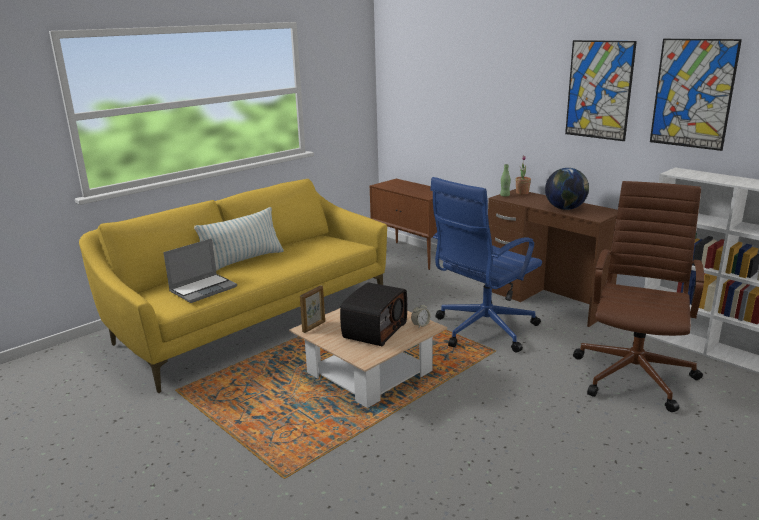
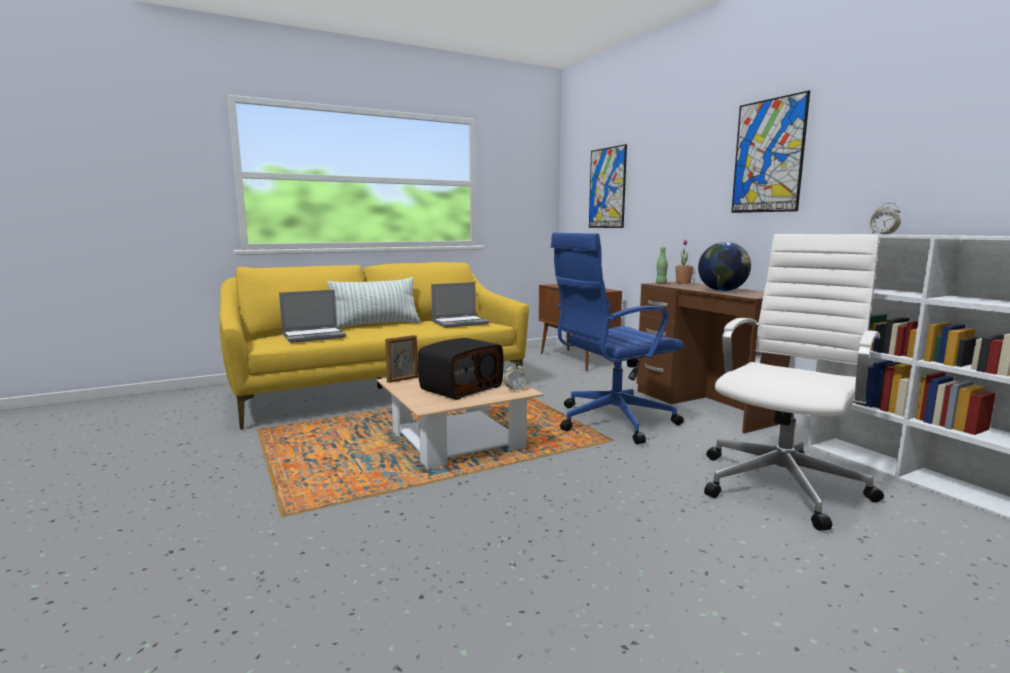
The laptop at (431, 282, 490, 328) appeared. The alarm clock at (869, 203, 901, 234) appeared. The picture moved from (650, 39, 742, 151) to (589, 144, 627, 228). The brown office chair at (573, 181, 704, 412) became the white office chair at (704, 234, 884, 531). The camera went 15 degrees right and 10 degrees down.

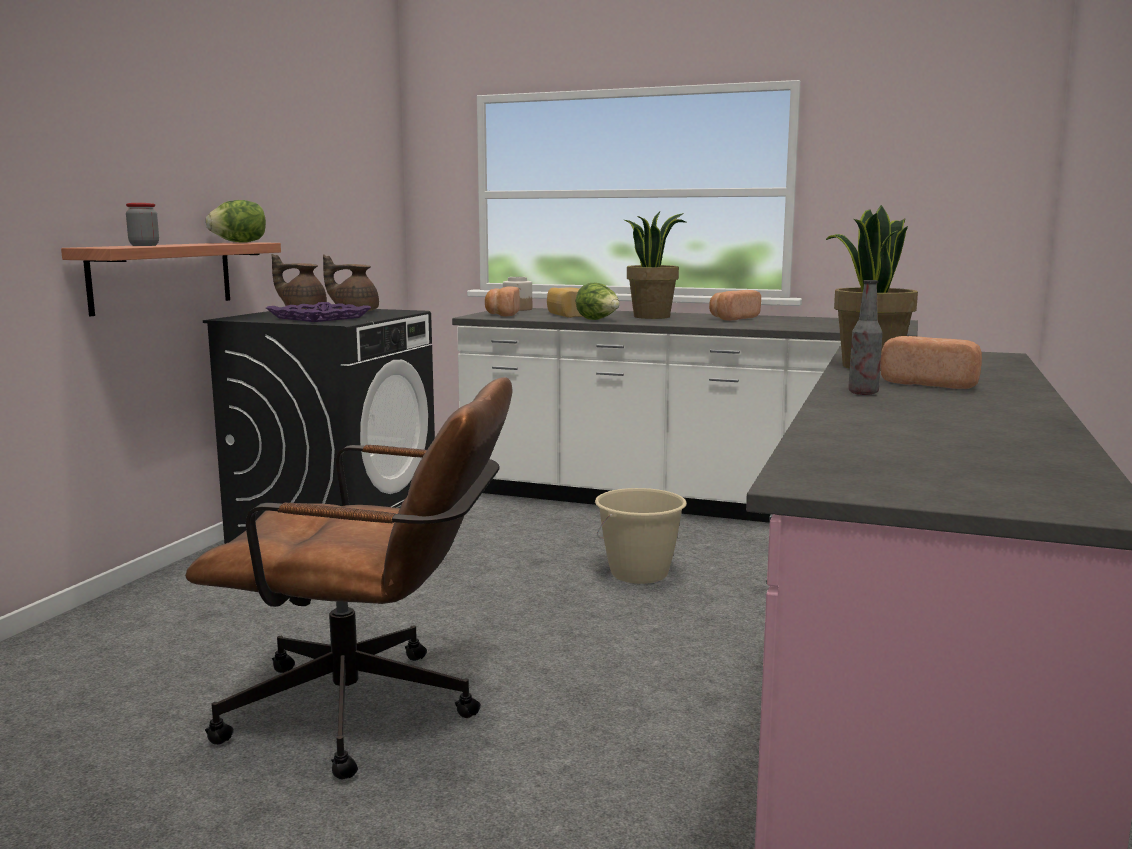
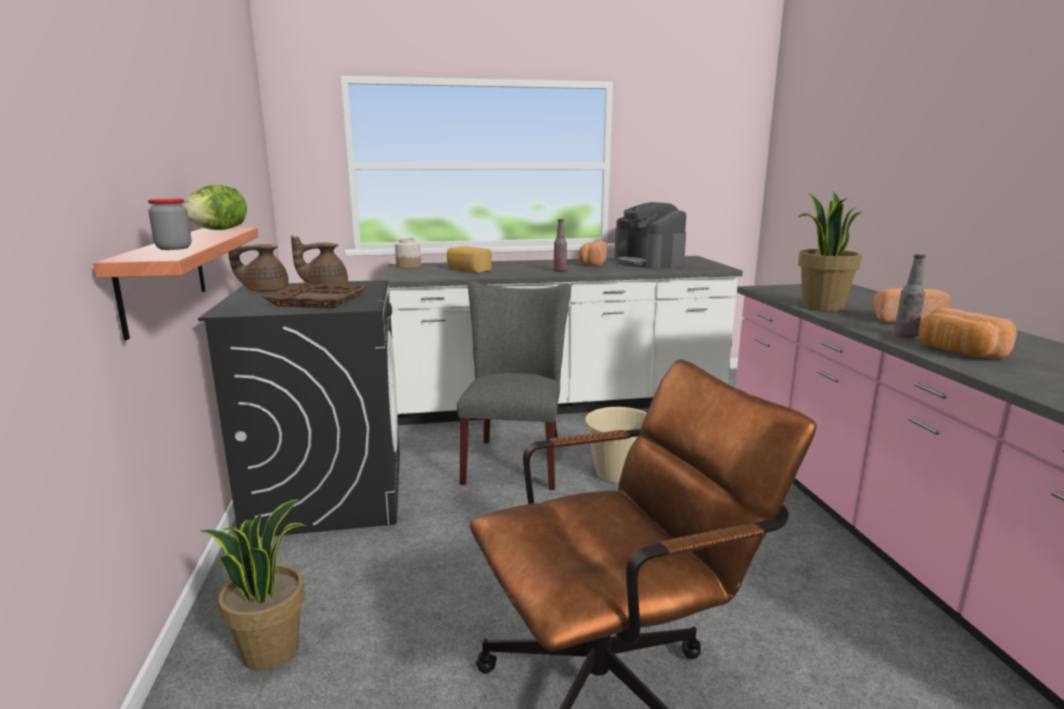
The lettuce at (576, 283, 620, 320) disappeared. The grey chair at (457, 281, 571, 490) appeared. The bottle at (554, 219, 567, 272) appeared. The coffee machine at (614, 202, 686, 269) appeared. The bread moved from (485, 286, 520, 317) to (919, 308, 1017, 359). The potted plant moved from (624, 210, 686, 319) to (200, 499, 306, 671). The purple tray at (266, 302, 372, 322) became the brown tray at (263, 283, 367, 308). The camera went 30 degrees left and 5 degrees up.

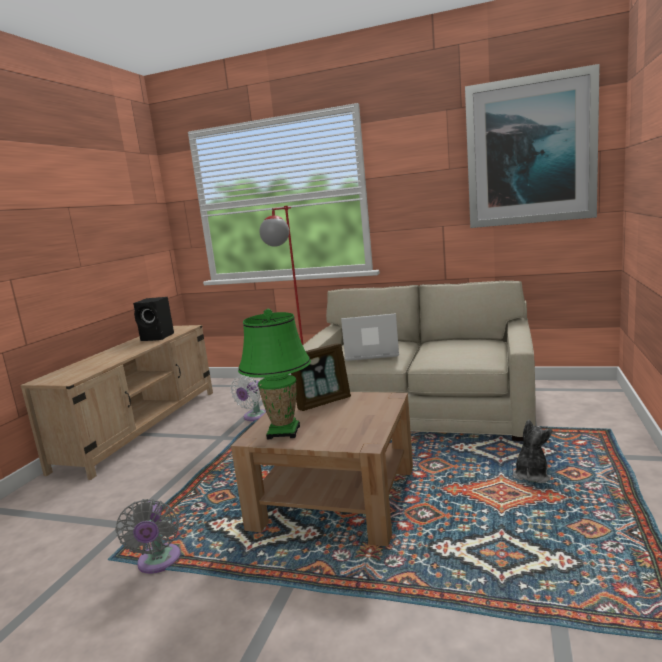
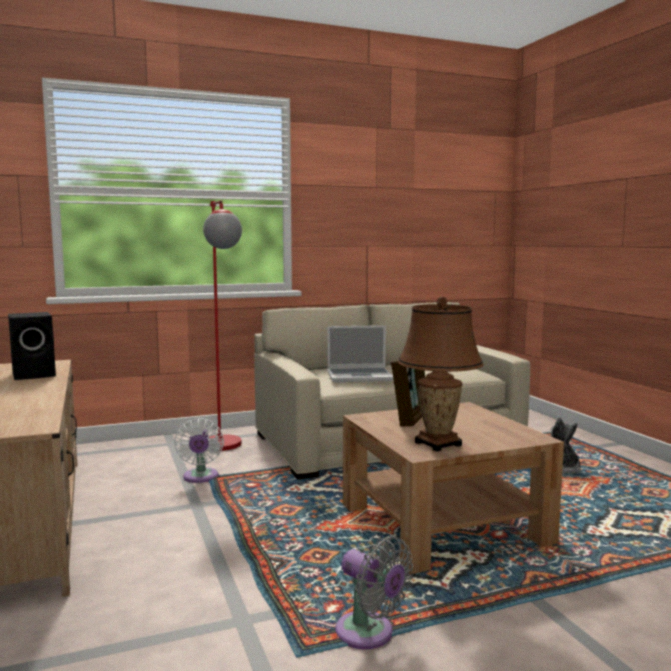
The picture at (465, 64, 600, 228) disappeared. The green table lamp at (238, 309, 311, 439) became the brown table lamp at (398, 296, 483, 452). The laptop at (341, 313, 399, 361) turned 150 degrees counterclockwise. The camera went 40 degrees left and 5 degrees down.

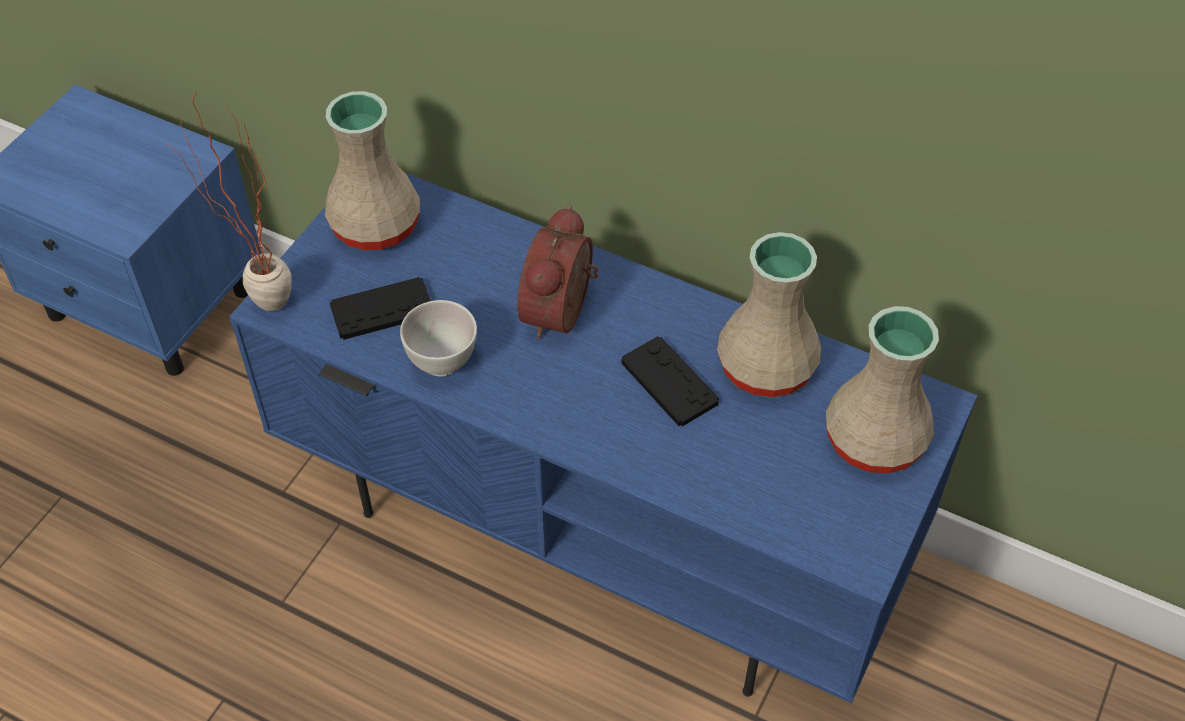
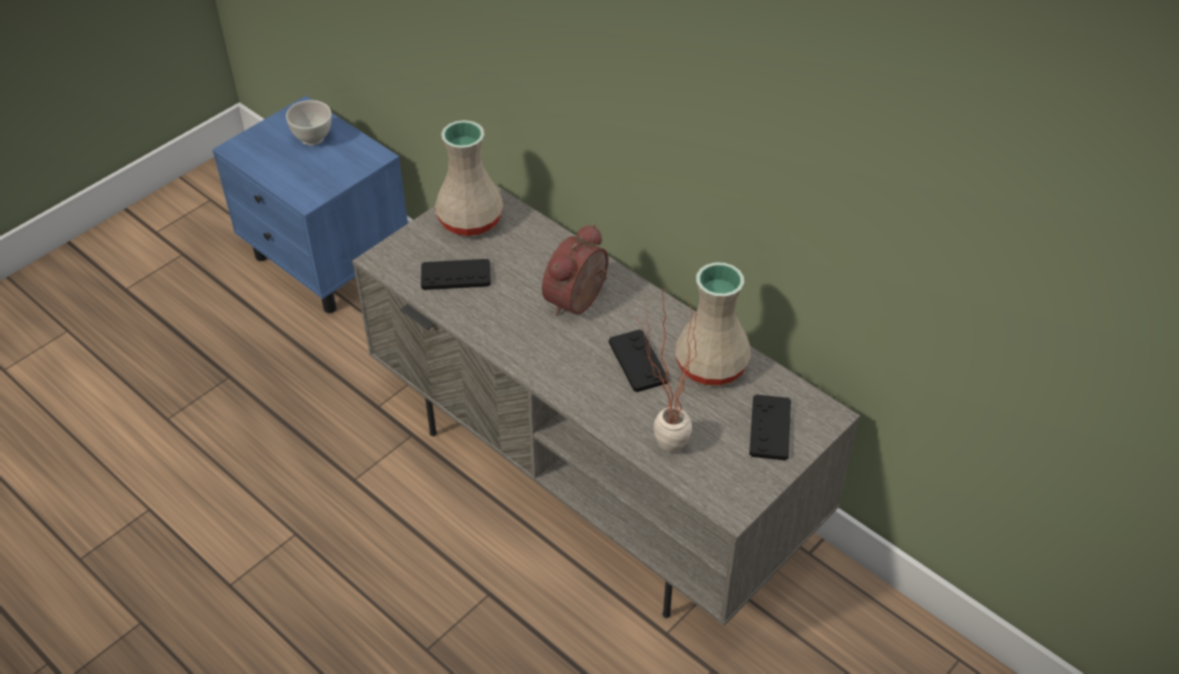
The potted plant moved from (166, 91, 292, 311) to (637, 285, 697, 452). The white bowl moved from (400, 300, 477, 377) to (286, 100, 332, 146). The beige vase at (826, 306, 939, 473) was replaced by the black game controller at (749, 394, 791, 460). The blue tv stand at (229, 172, 978, 703) became the grey tv stand at (352, 185, 860, 626). The camera went 15 degrees right and 5 degrees down.

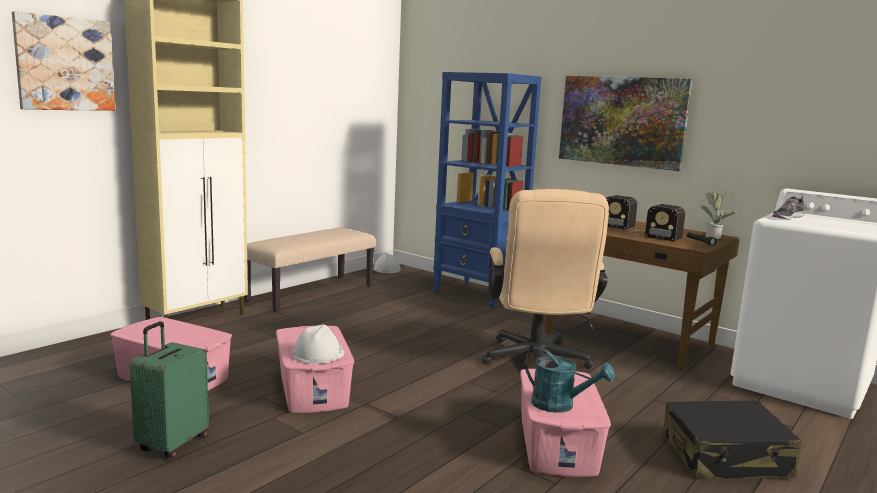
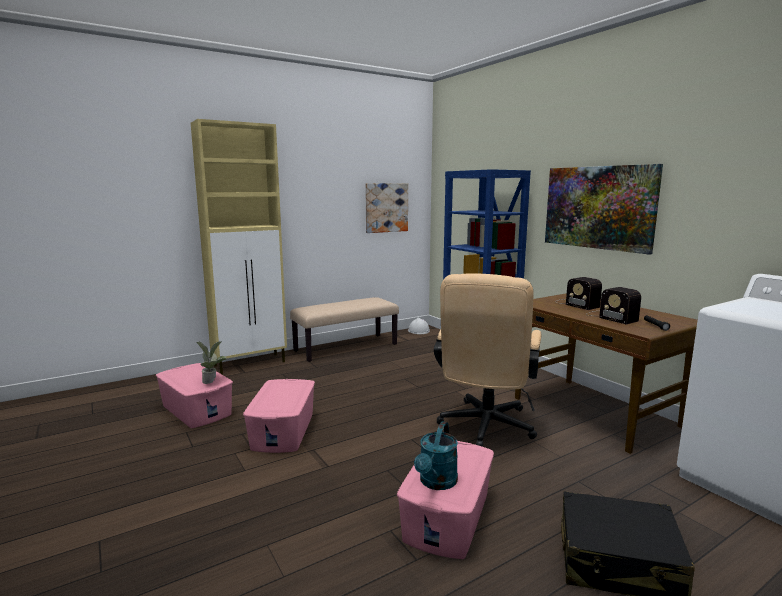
The green suitcase at (129, 321, 209, 458) disappeared. The white hard hat at (293, 324, 345, 364) disappeared. The shoe at (772, 197, 804, 220) disappeared. The picture moved from (12, 11, 116, 111) to (365, 183, 408, 233). The potted plant moved from (700, 191, 738, 239) to (196, 341, 227, 384). The turquoise watering can at (524, 347, 615, 413) turned 60 degrees clockwise. The camera went 20 degrees right and 0 degrees up.

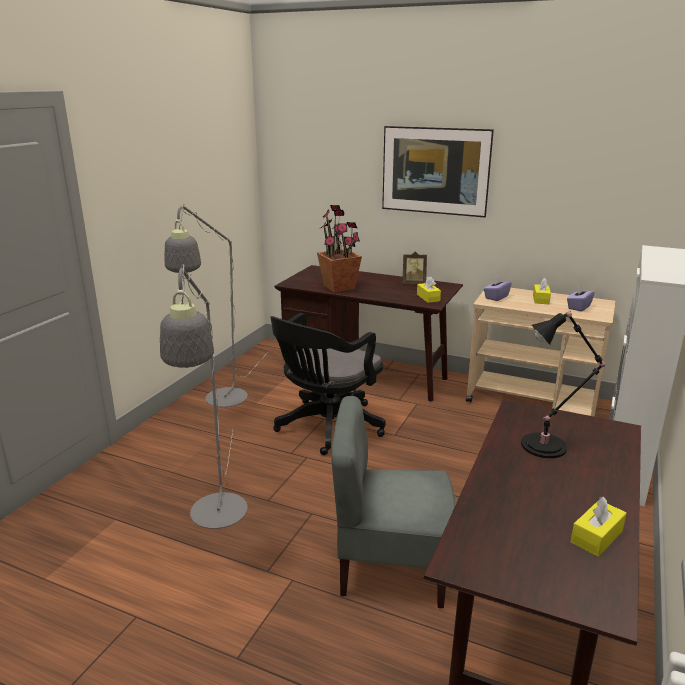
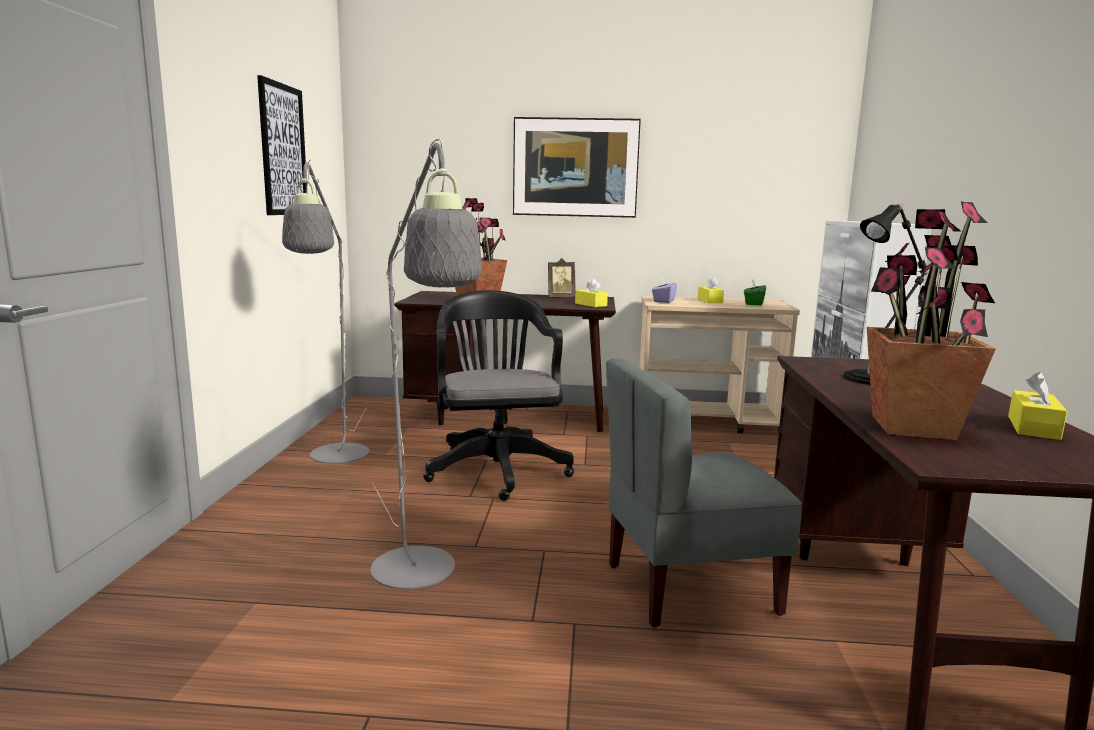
The picture at (257, 75, 307, 215) appeared. The potted plant at (867, 201, 996, 440) appeared. The purple tissue box at (567, 285, 595, 312) became the green tissue box at (744, 278, 766, 306). The black office chair at (270, 313, 386, 455) turned 150 degrees clockwise. The camera went 20 degrees left and 10 degrees down.

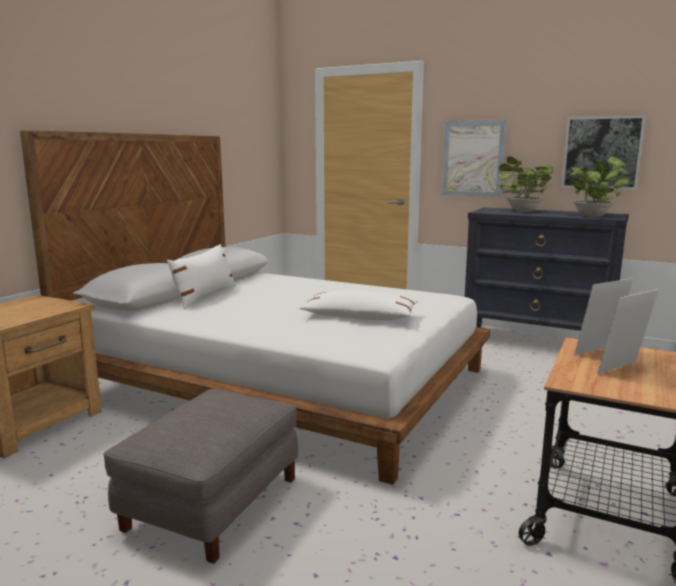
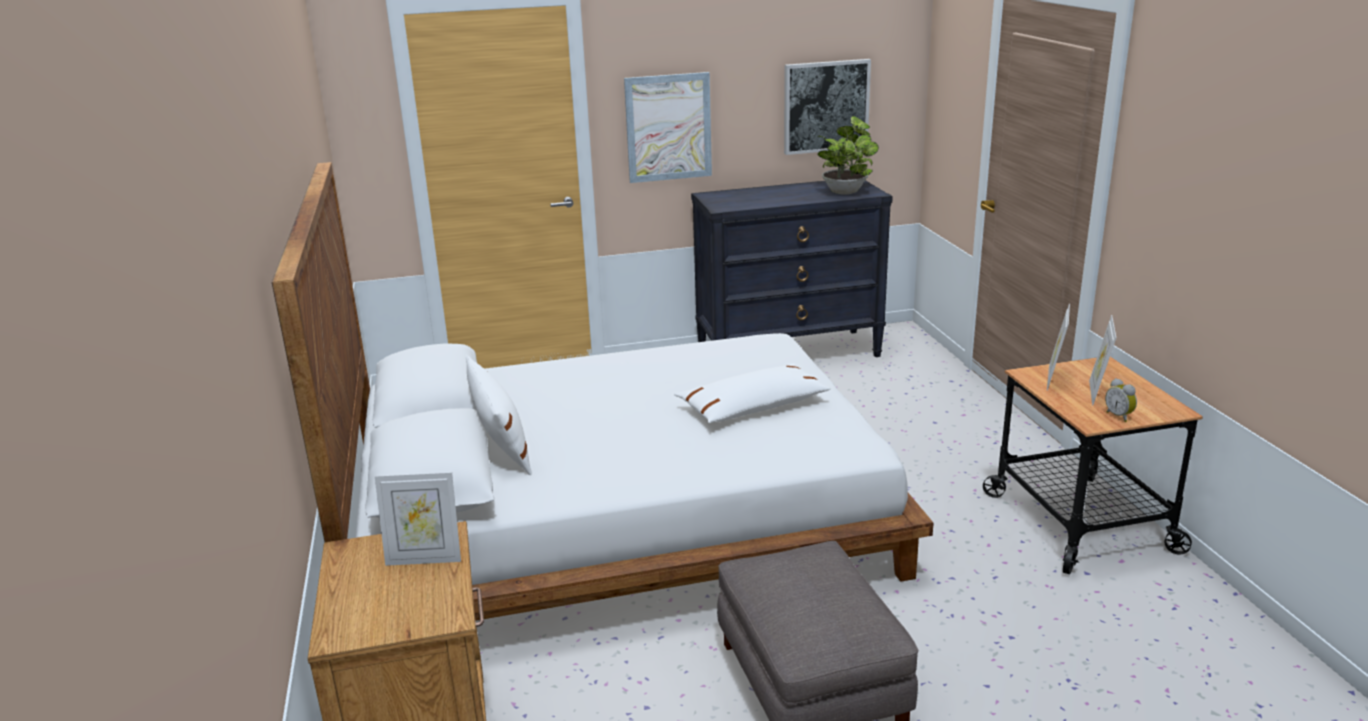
The potted plant at (496, 156, 553, 212) disappeared. The picture frame at (375, 472, 461, 566) appeared. The alarm clock at (1105, 378, 1137, 422) appeared. The camera went 40 degrees left and 10 degrees up.

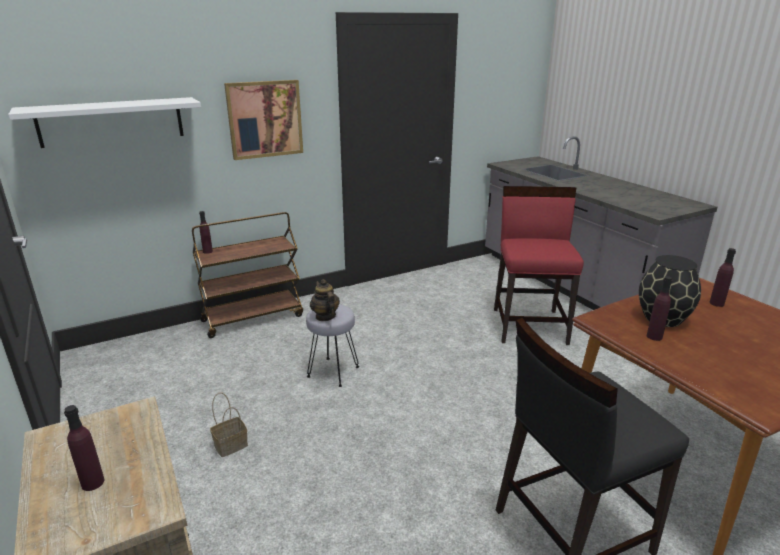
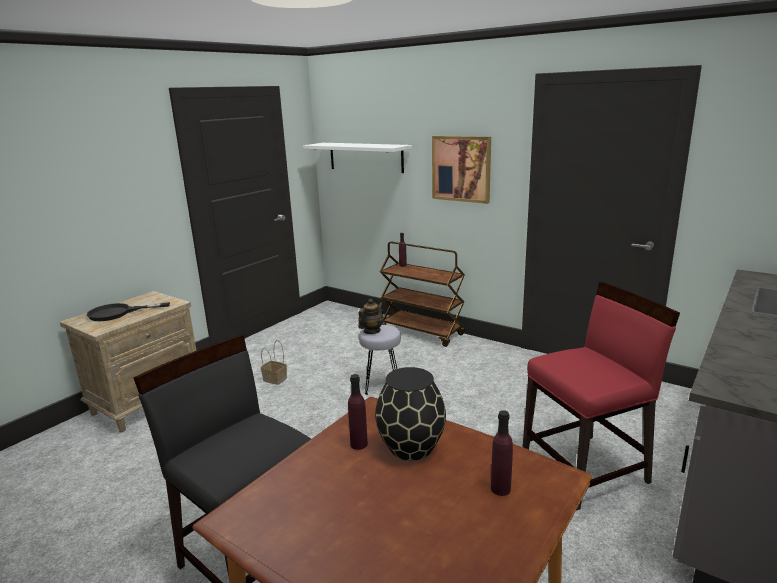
The purple bottle at (64, 405, 104, 491) was replaced by the black frying pan at (87, 302, 170, 321). The camera went 65 degrees right and 5 degrees down.

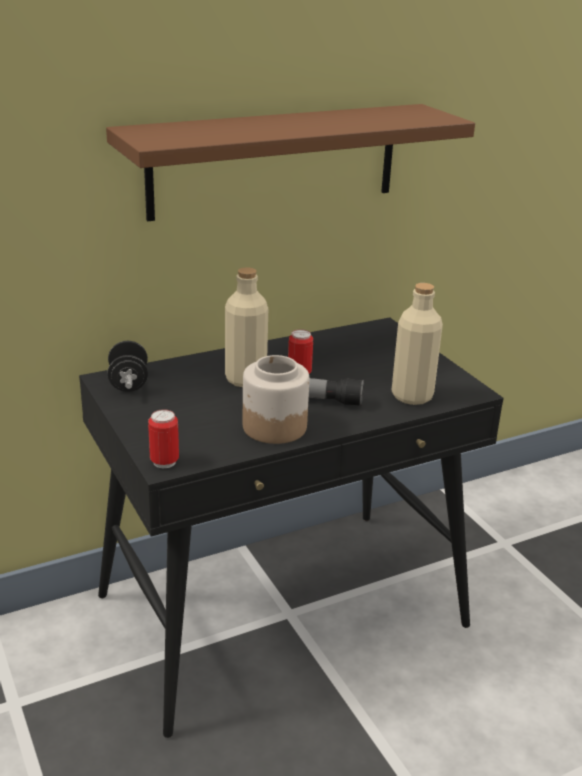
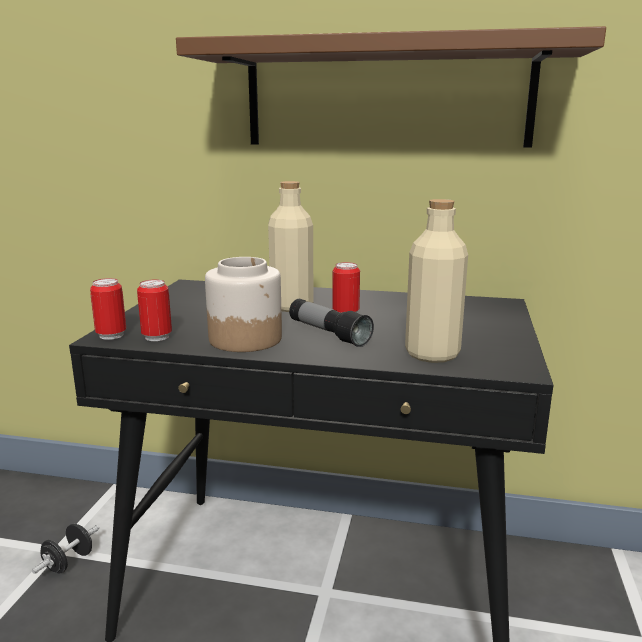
The can at (137, 279, 172, 341) appeared. The black dumbbell moved from (107, 341, 148, 392) to (32, 523, 99, 574). The camera went 40 degrees right and 10 degrees down.

